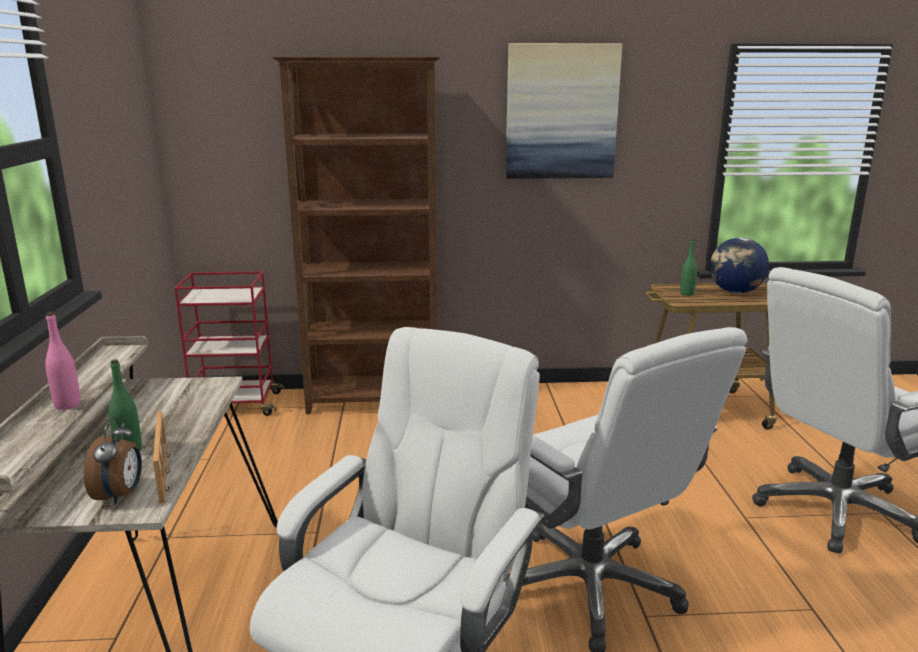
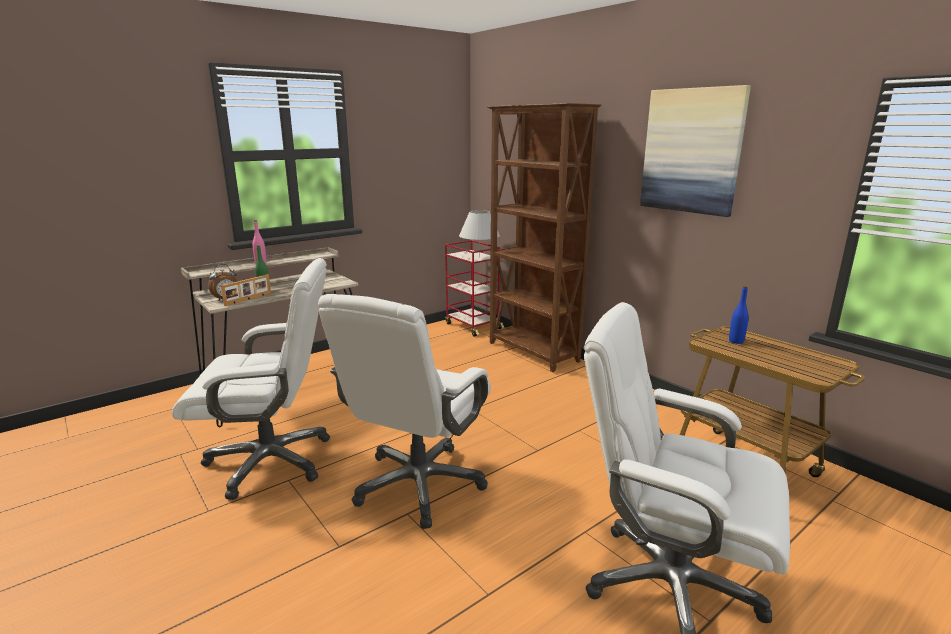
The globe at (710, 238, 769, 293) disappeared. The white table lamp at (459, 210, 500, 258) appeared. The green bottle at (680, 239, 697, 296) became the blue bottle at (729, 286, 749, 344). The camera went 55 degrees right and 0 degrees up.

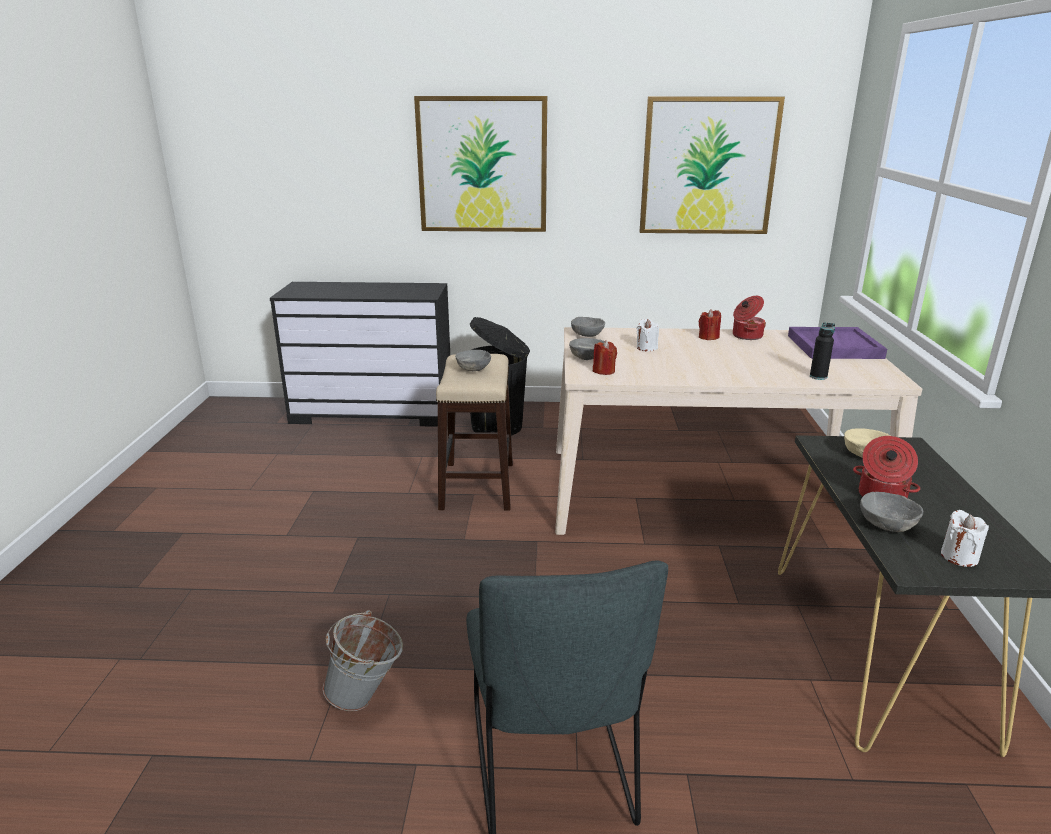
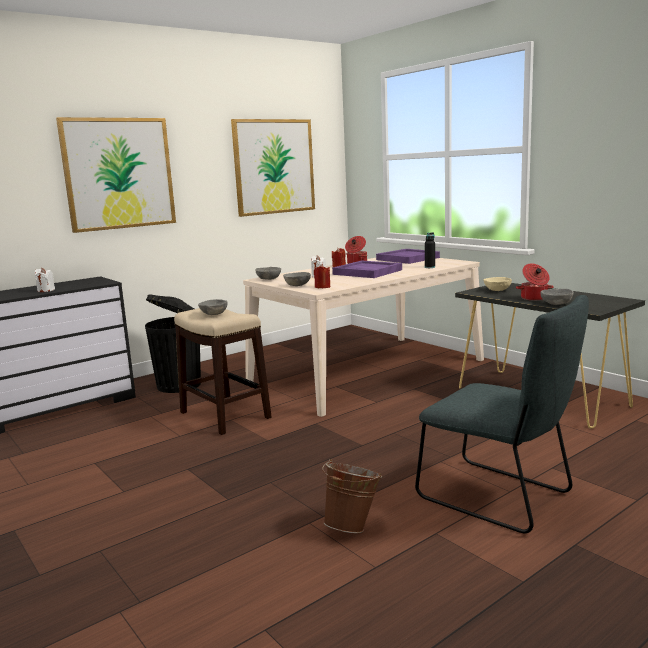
The purple tray at (332, 260, 402, 278) appeared. The white candle moved from (941, 510, 989, 567) to (35, 268, 55, 292). The grey bucket at (323, 610, 403, 711) became the brown bucket at (322, 459, 382, 533). The camera went 40 degrees left and 10 degrees down.

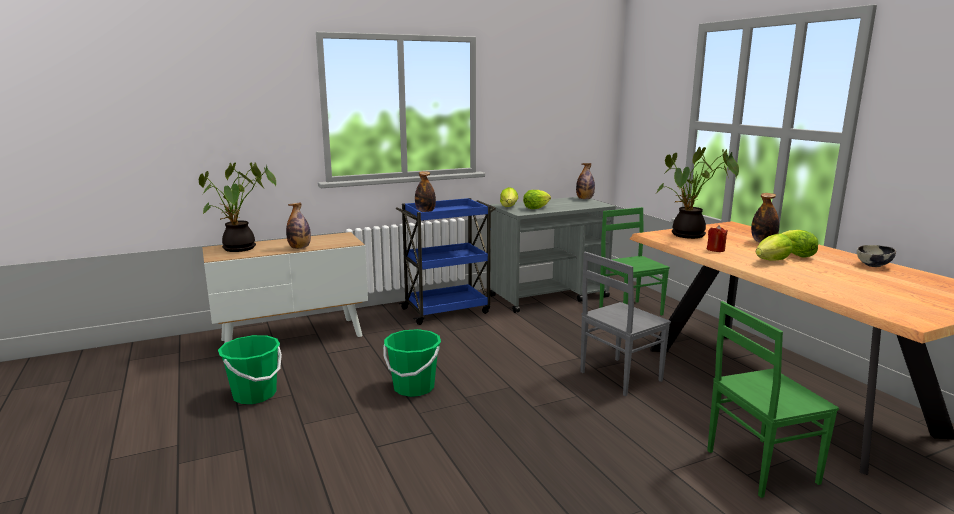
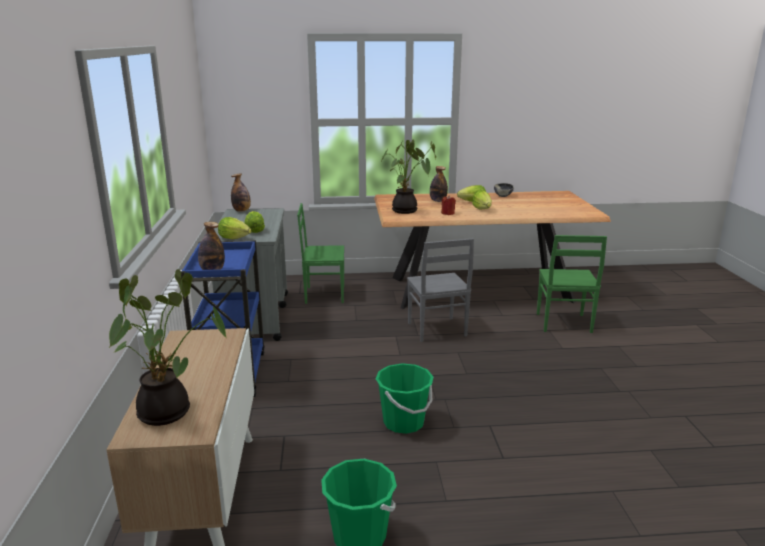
The bottle at (286, 202, 311, 249) disappeared. The camera went 70 degrees left and 5 degrees up.

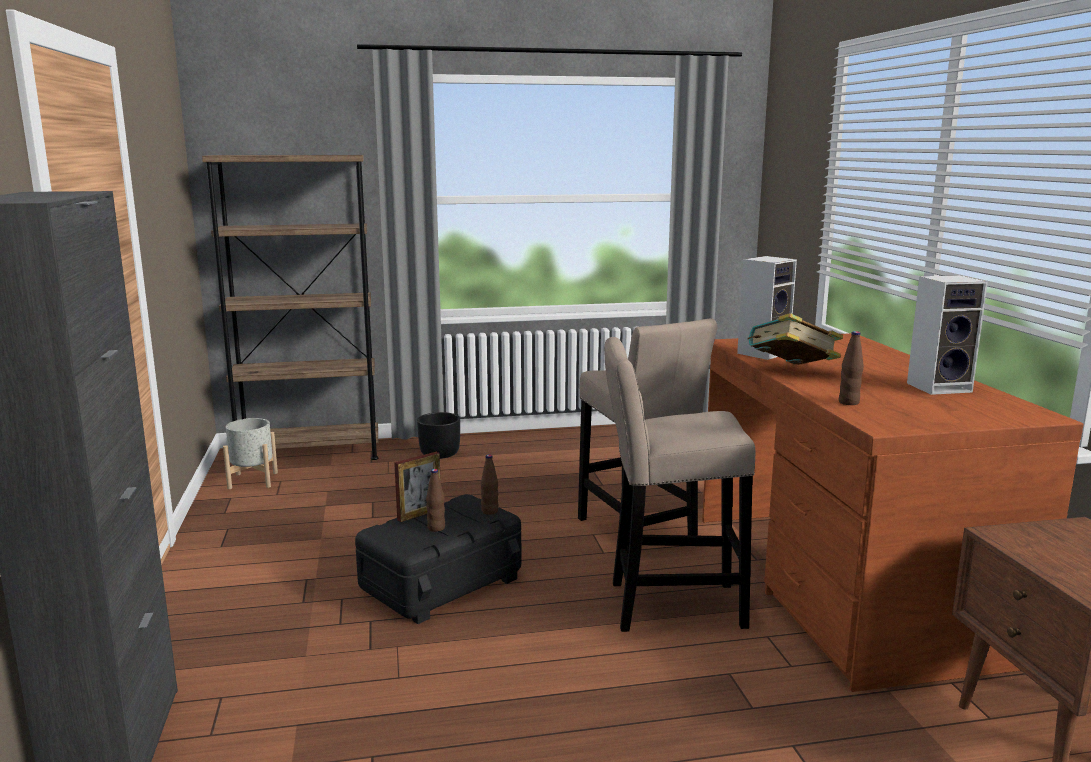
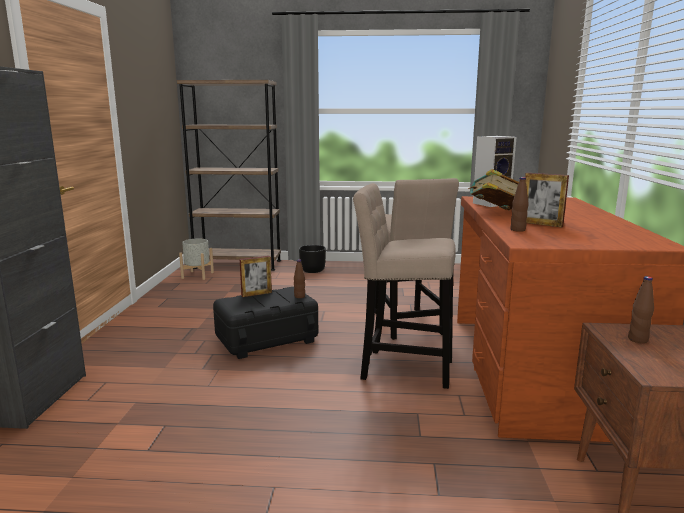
The speaker at (907, 275, 988, 395) disappeared. The picture frame at (525, 173, 569, 227) appeared. The brown bottle moved from (426, 469, 445, 532) to (628, 276, 654, 343). The camera went 15 degrees right and 0 degrees up.

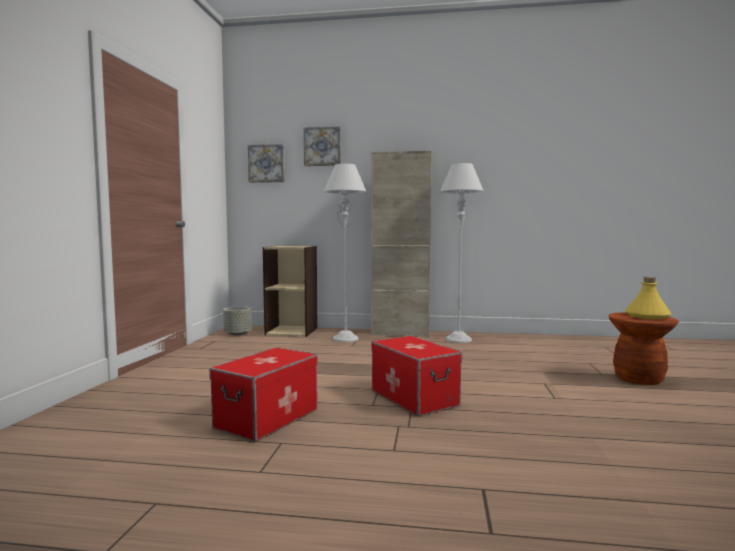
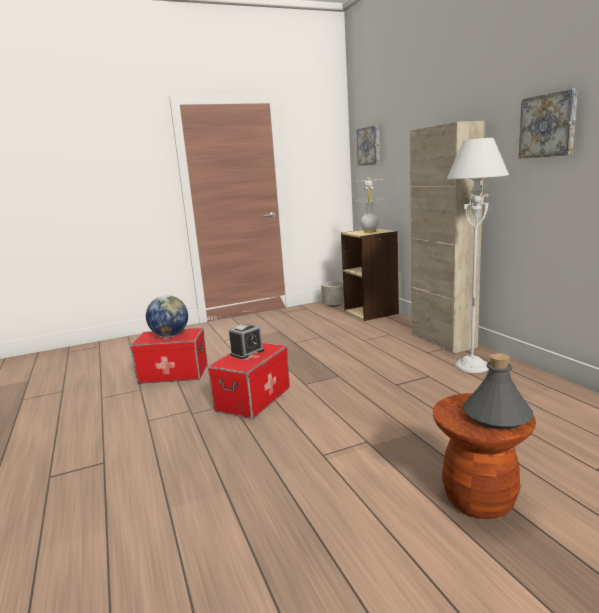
The grey floor lamp at (324, 164, 367, 342) disappeared. The globe at (146, 295, 188, 337) appeared. The alarm clock at (229, 324, 264, 359) appeared. The white table lamp at (353, 177, 383, 233) appeared. The picture moved from (304, 127, 341, 166) to (519, 89, 578, 159). The yellow bottle at (625, 277, 672, 319) became the grey bottle at (463, 353, 534, 429). The camera went 60 degrees right and 10 degrees up.

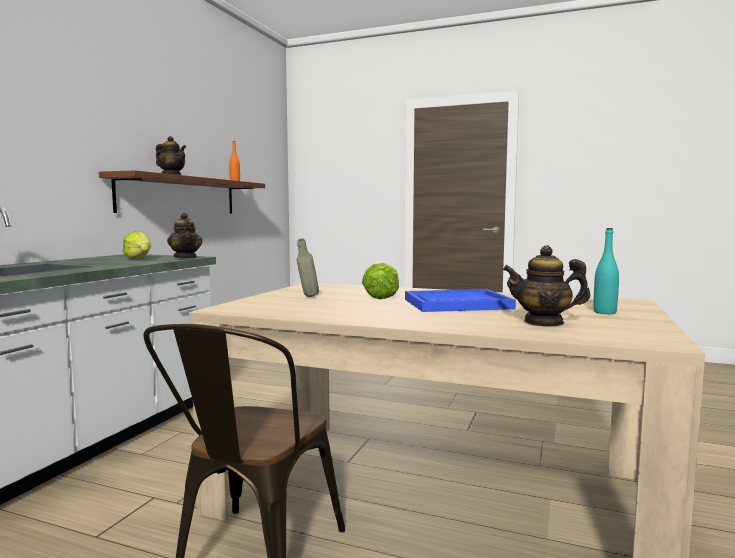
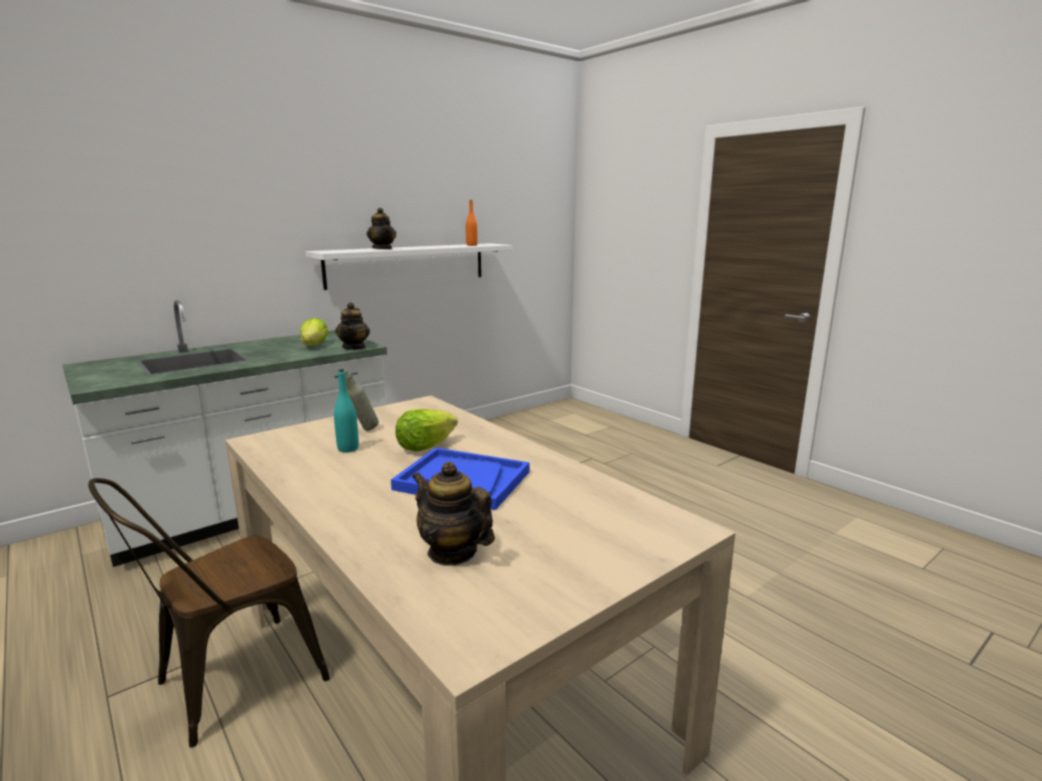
The turquoise bottle moved from (594, 228, 619, 314) to (334, 369, 359, 453). The brown shelf at (99, 170, 265, 214) became the white shelf at (305, 243, 512, 290). The camera went 30 degrees right and 10 degrees up.

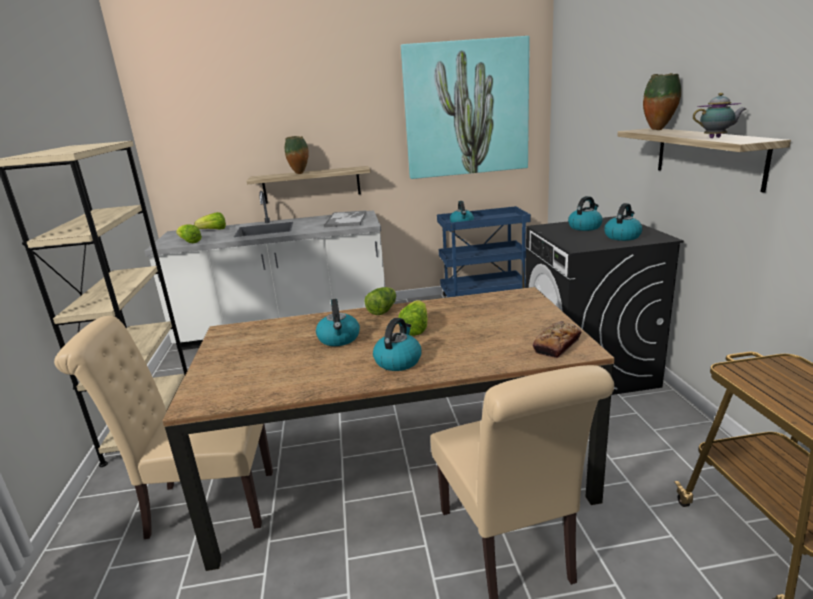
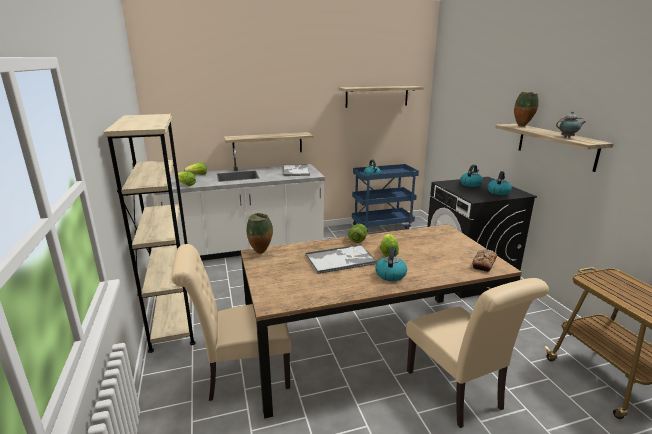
The vase moved from (285, 136, 309, 174) to (246, 213, 273, 254). The kettle at (316, 299, 360, 346) was replaced by the tray at (305, 244, 378, 274). The picture at (401, 36, 530, 179) was replaced by the shelf at (339, 86, 424, 108). The camera went 10 degrees left and 0 degrees up.

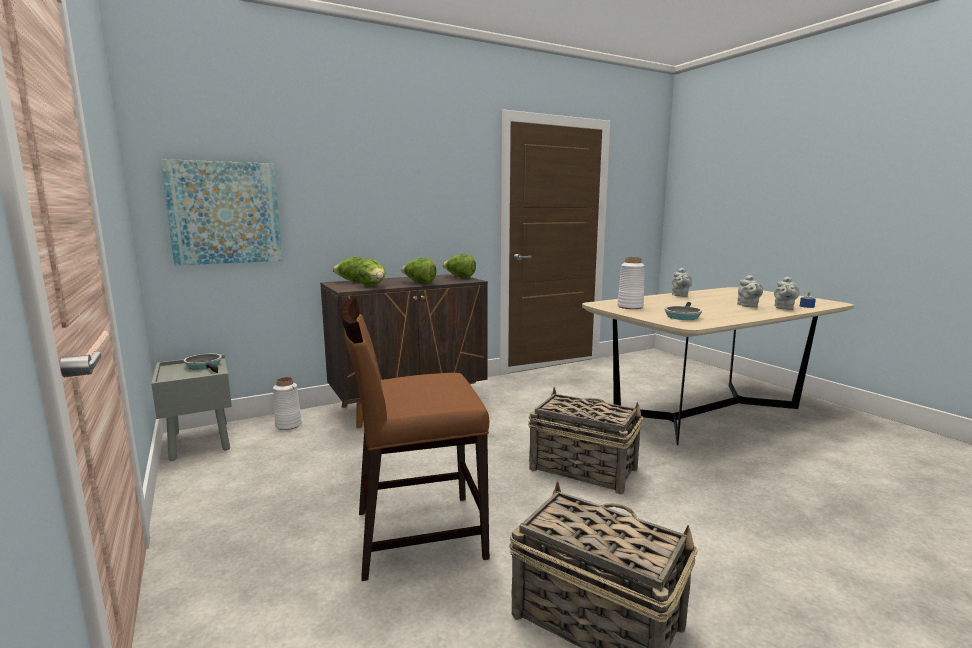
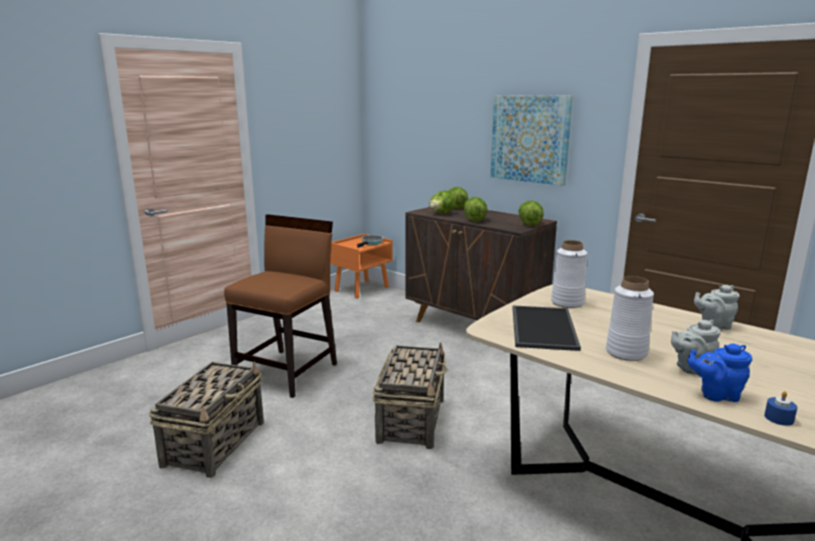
The picture moved from (161, 159, 282, 265) to (491, 95, 573, 186). The white vase moved from (273, 377, 302, 430) to (606, 276, 654, 361). The frying pan at (665, 302, 702, 320) was replaced by the tray at (512, 306, 581, 351). The grey nightstand at (151, 354, 232, 461) became the orange nightstand at (330, 234, 393, 298). The grey teapot at (774, 277, 800, 310) became the blue teapot at (688, 344, 752, 402). The brown chair at (341, 298, 489, 581) turned 60 degrees clockwise. The camera went 70 degrees right and 5 degrees up.

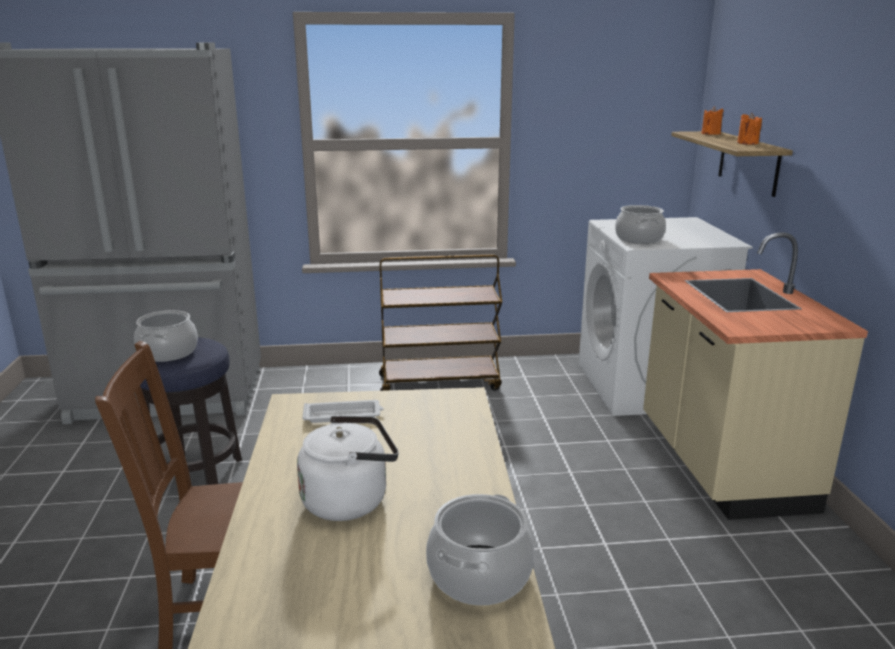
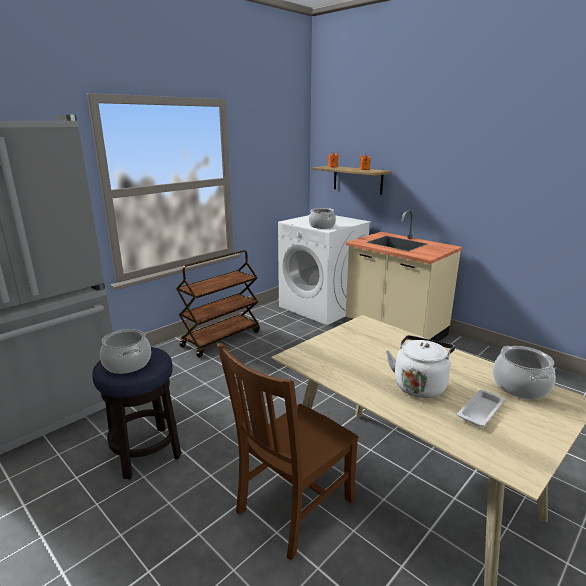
The white tray moved from (302, 400, 384, 423) to (457, 389, 505, 427). The camera went 40 degrees left and 0 degrees up.

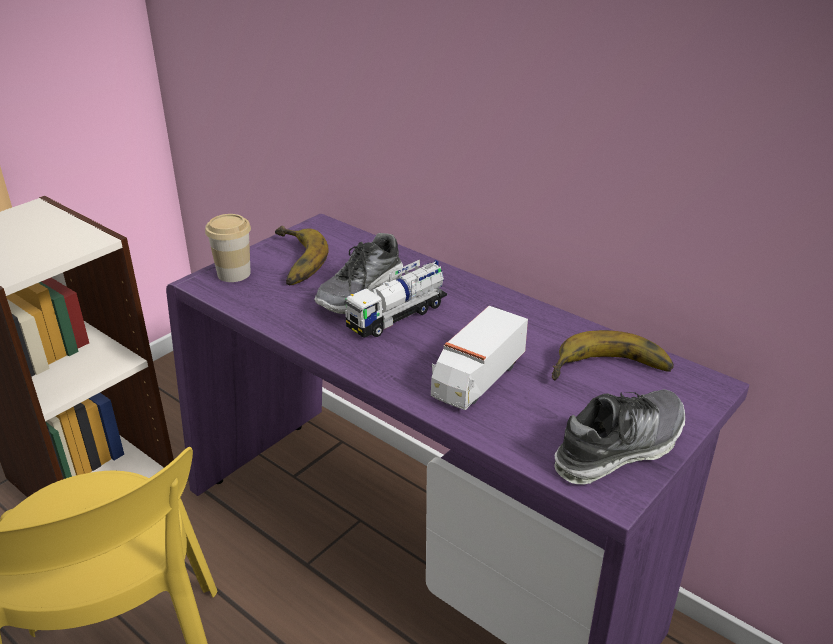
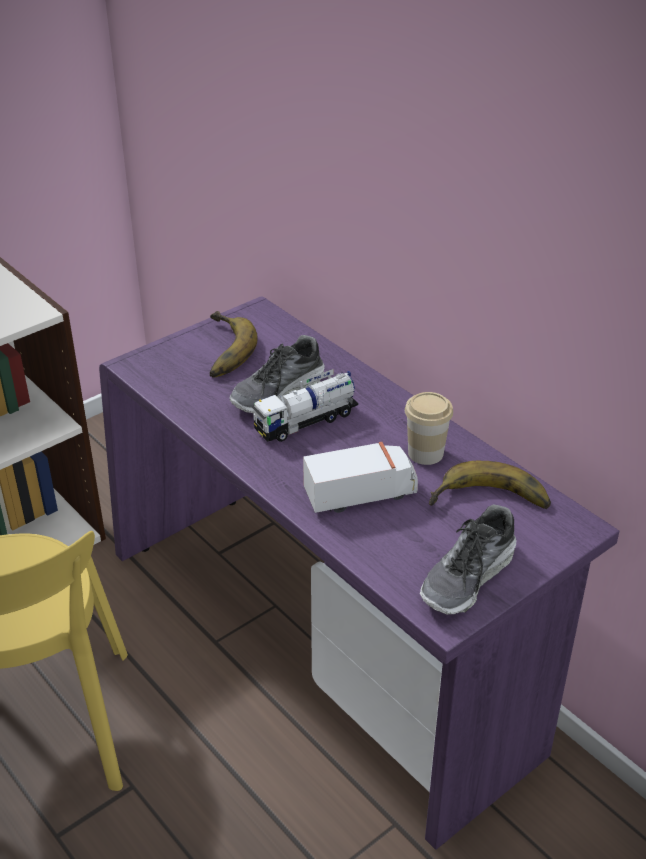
The cup moved from (205, 214, 251, 282) to (405, 392, 453, 465). The toy truck at (431, 306, 528, 410) turned 150 degrees counterclockwise. The shoe at (554, 389, 685, 485) turned 150 degrees clockwise. The camera went 10 degrees right and 5 degrees up.

